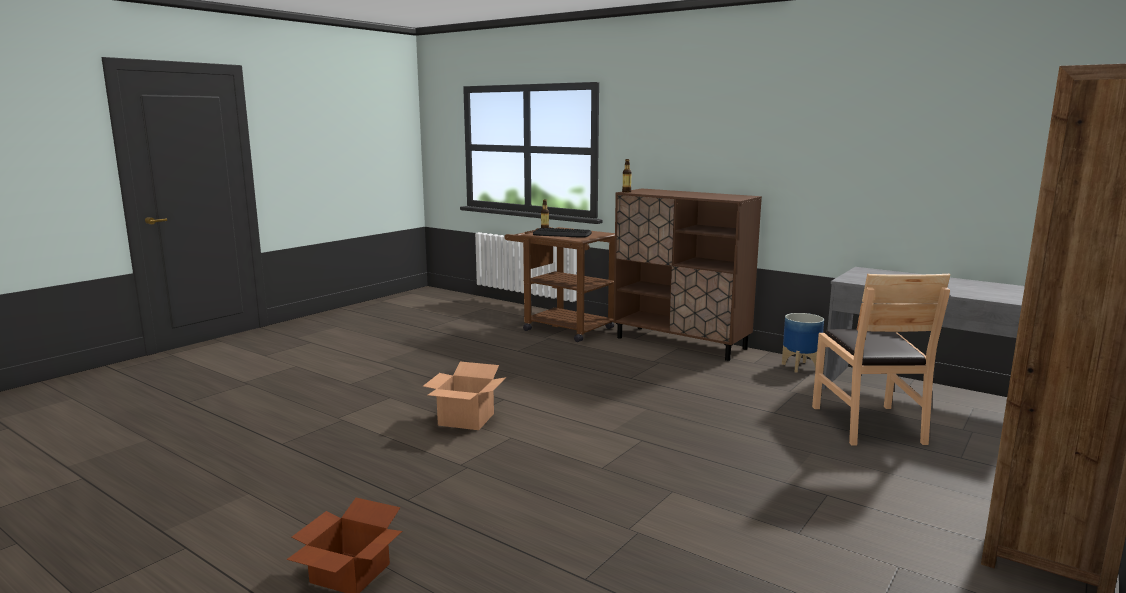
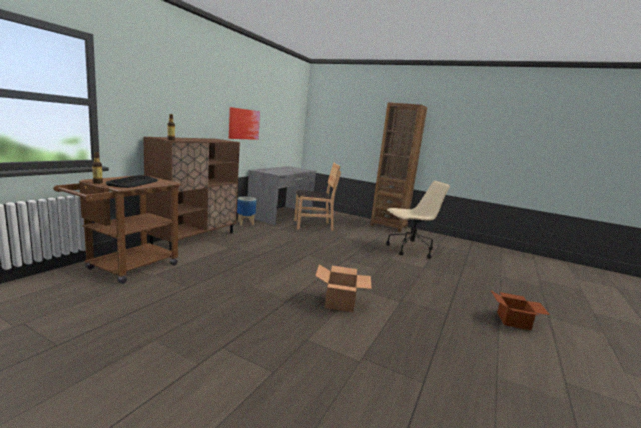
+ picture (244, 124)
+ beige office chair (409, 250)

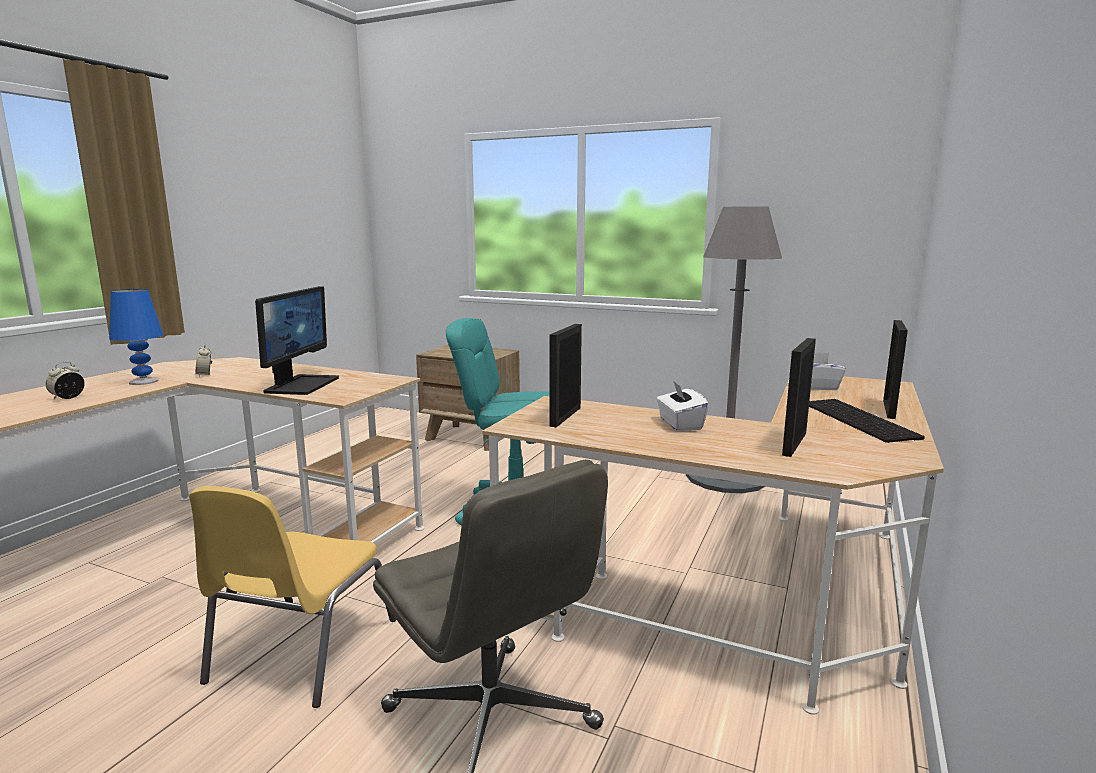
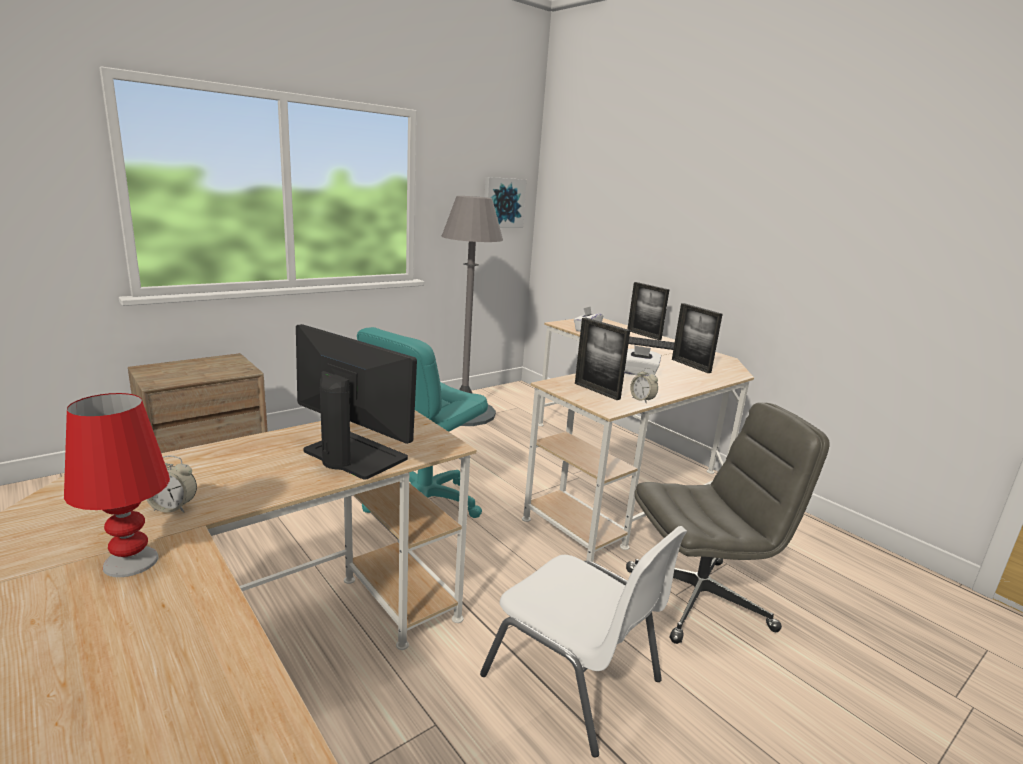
~ blue table lamp (144, 381) to red table lamp (131, 561)
~ yellow chair (301, 651) to white chair (574, 679)
+ picture (503, 203)
~ alarm clock (68, 398) to (642, 400)

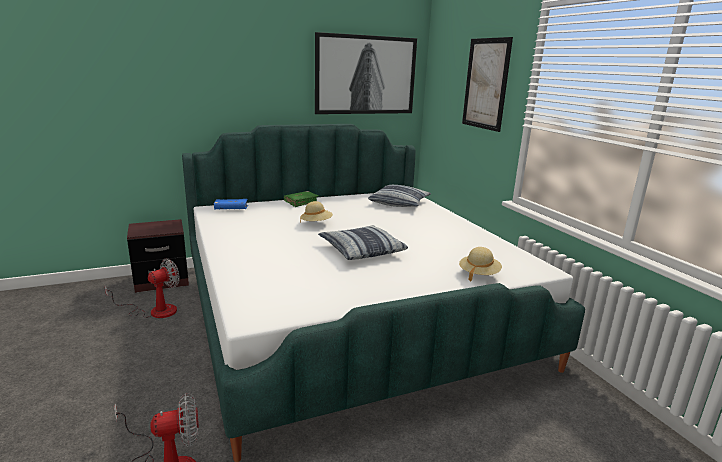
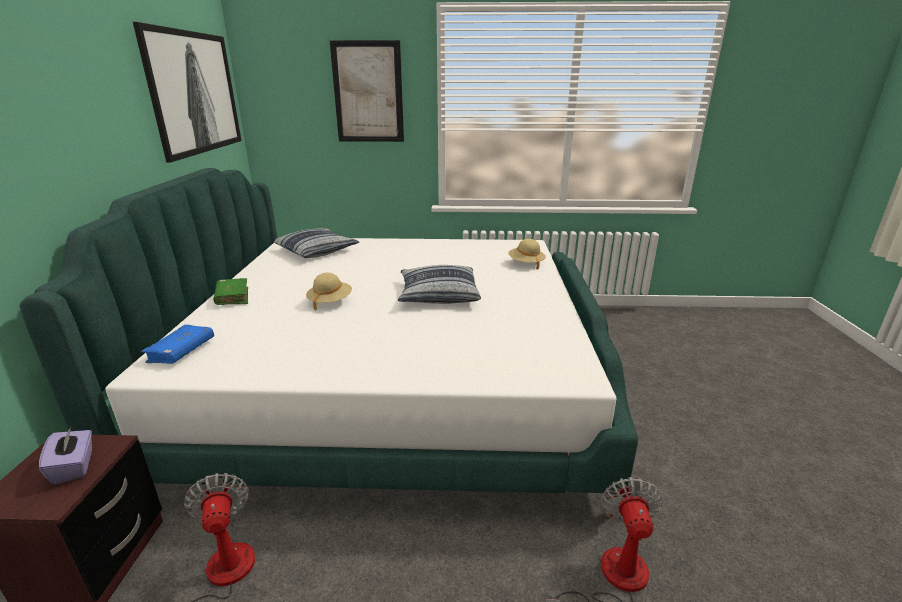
+ purple tissue box (74, 466)

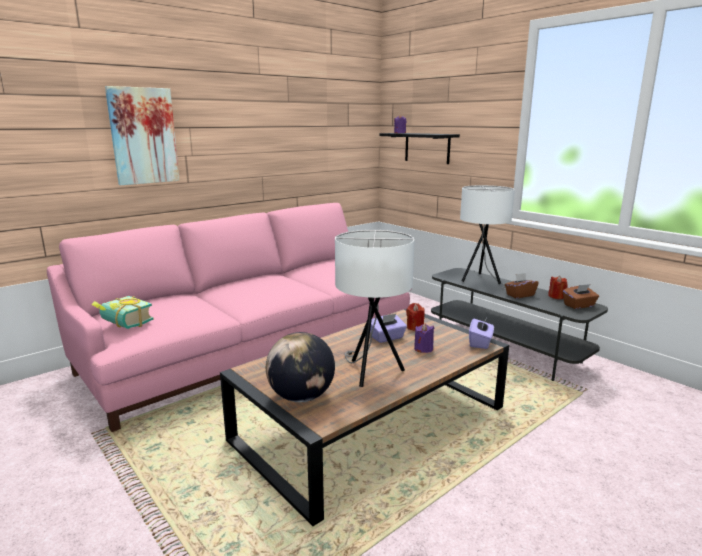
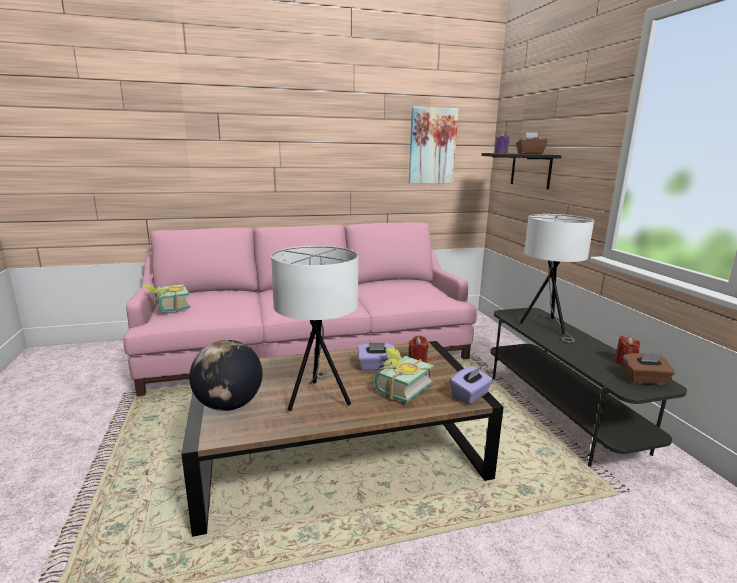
~ purple candle (423, 349) to book (399, 387)
~ picture (143, 136) to (432, 146)
~ brown tissue box (520, 295) to (529, 154)

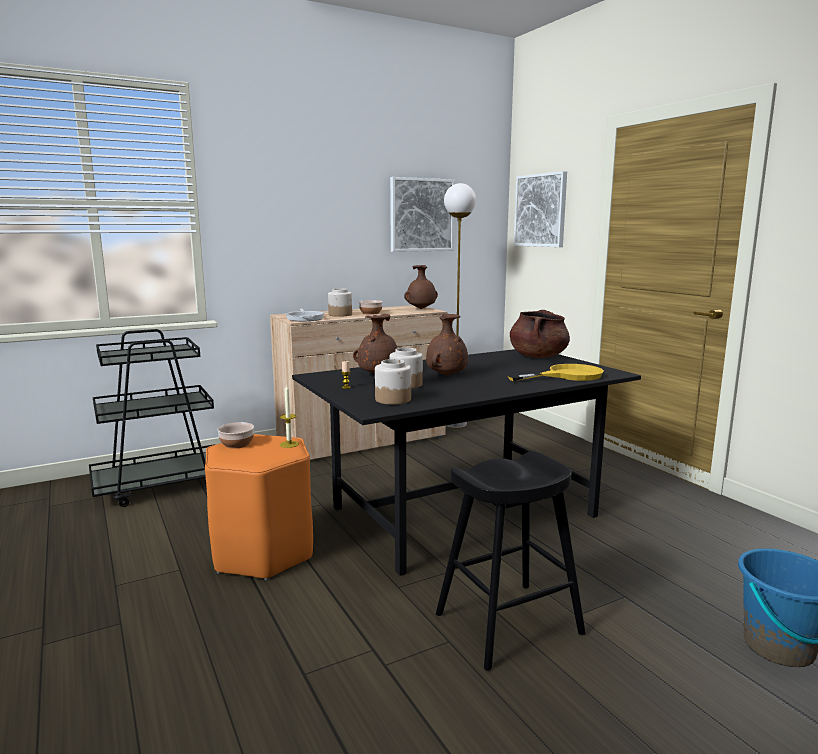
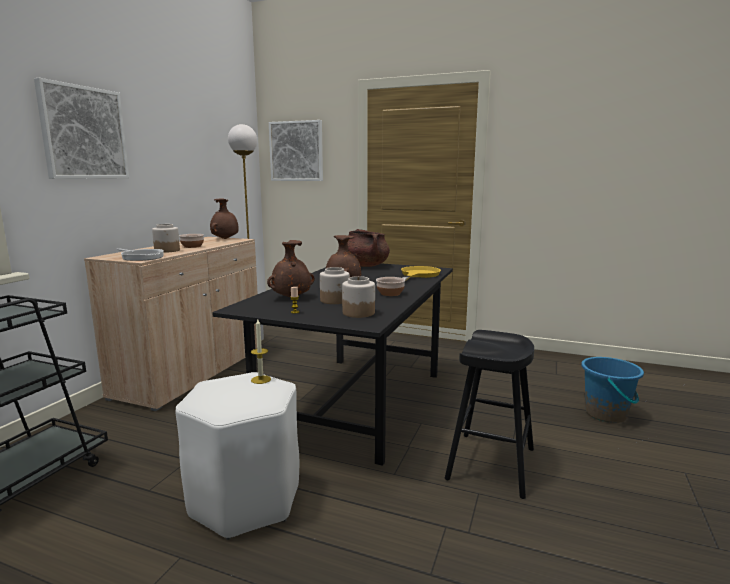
~ picture (421, 215) to (84, 133)
~ orange stool (262, 553) to white stool (245, 500)
~ bowl (236, 444) to (390, 293)

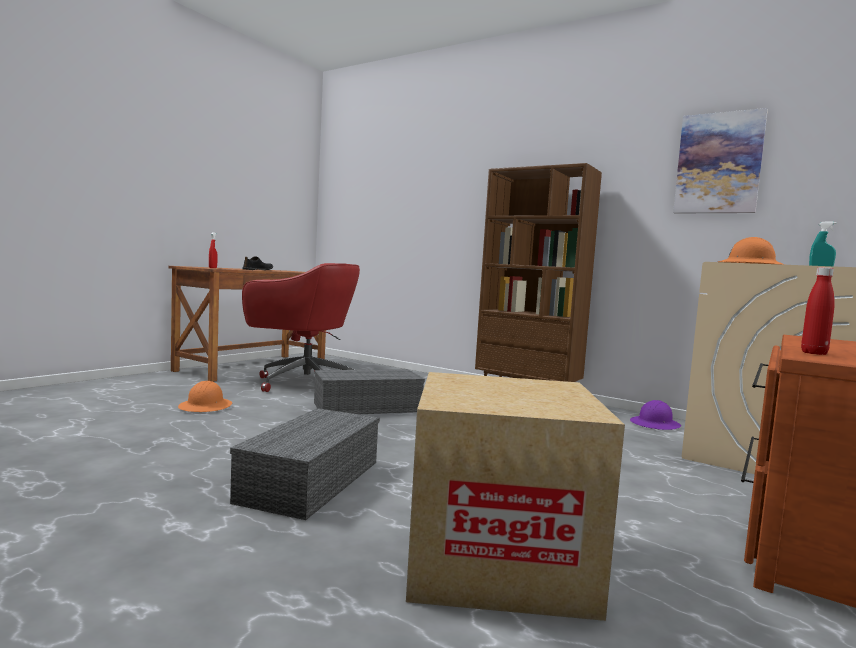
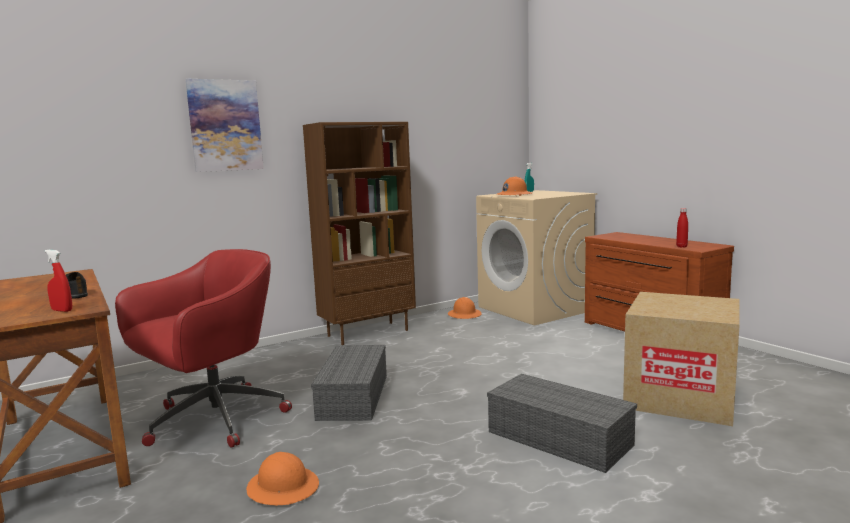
~ picture (718, 163) to (225, 125)
~ purple hard hat (655, 424) to orange hard hat (464, 315)

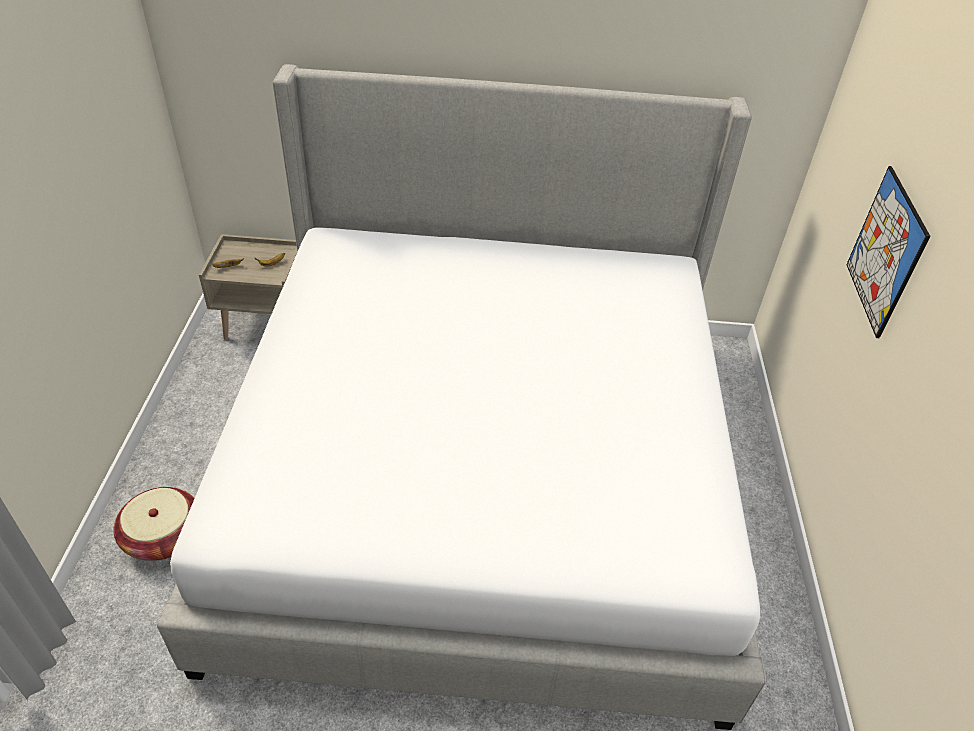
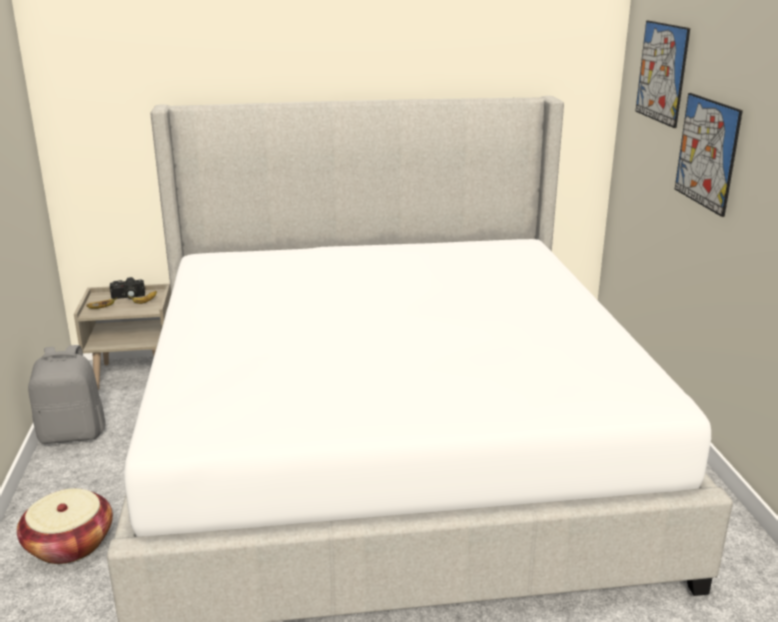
+ grey backpack (73, 434)
+ photo camera (128, 297)
+ picture (662, 72)

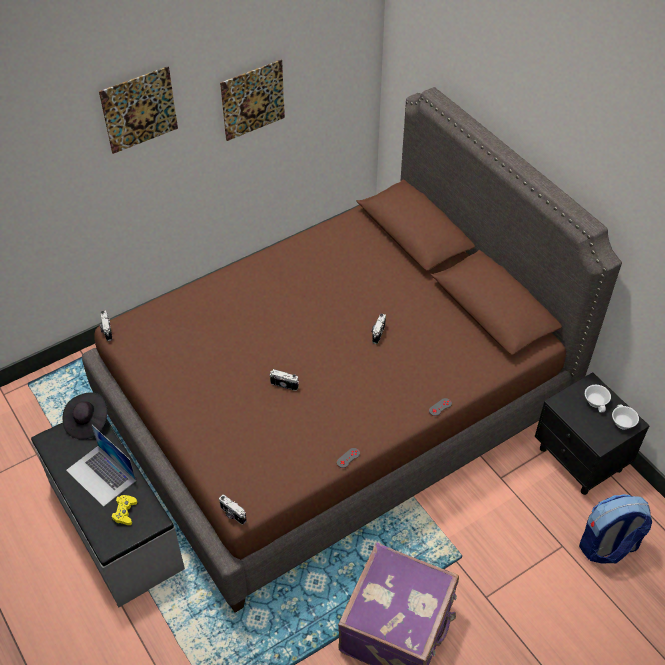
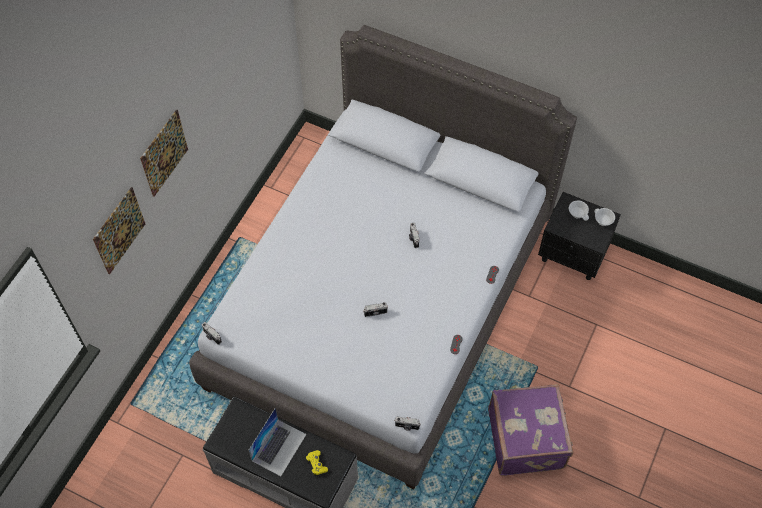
~ picture (253, 100) to (119, 231)
~ brown bed (333, 407) to grey bed (380, 302)
~ laptop (101, 475) = (279, 447) 75 degrees counterclockwise
- black hat (87, 422)
- backpack (607, 547)

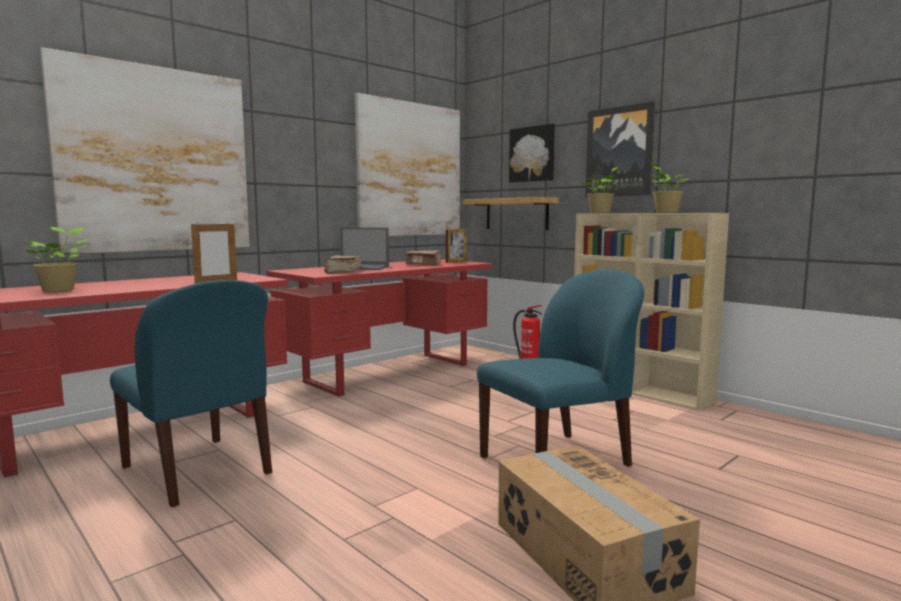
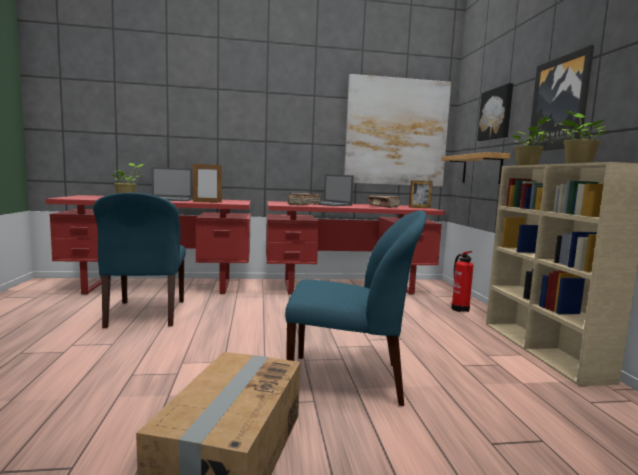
+ laptop (169, 199)
- picture (156, 160)

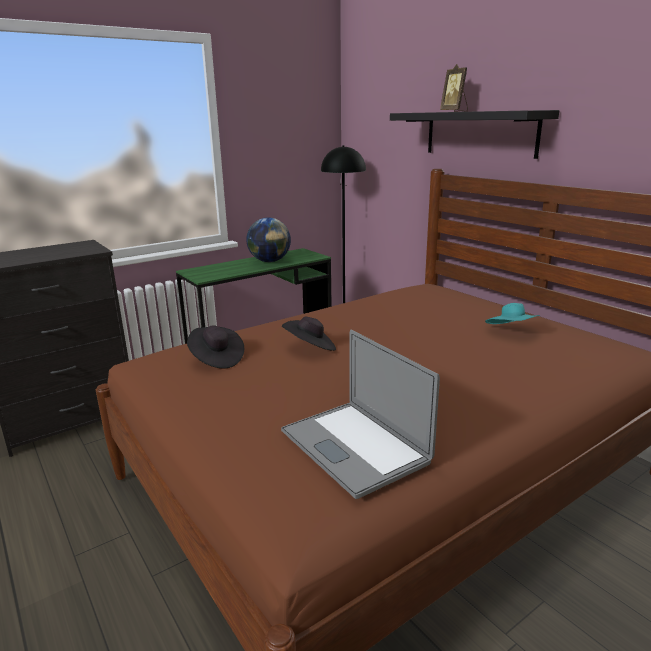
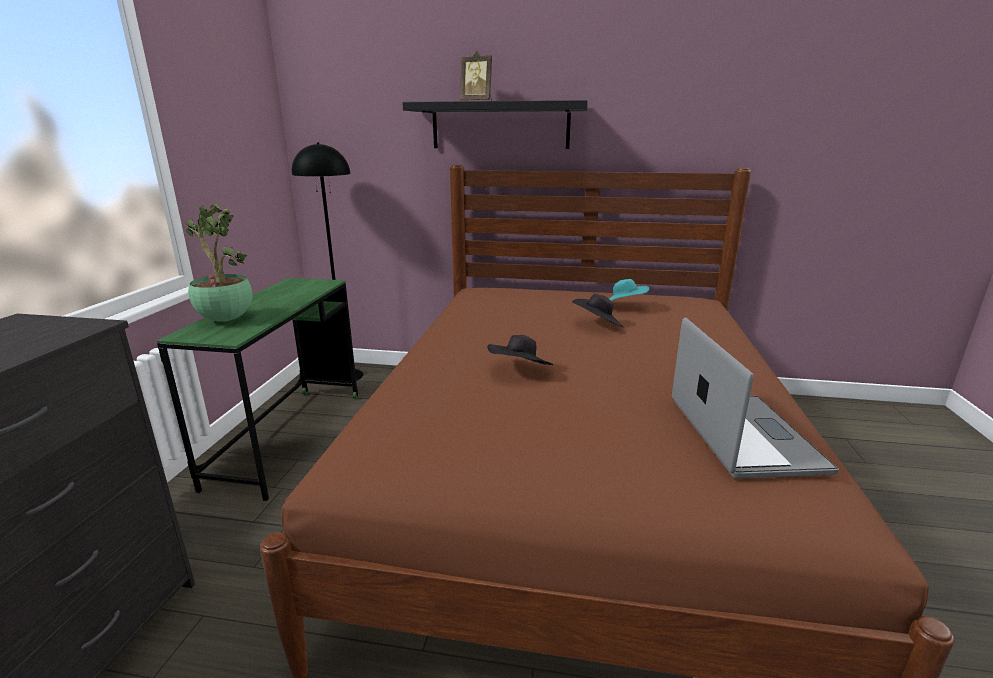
+ potted plant (225, 319)
~ black hat (216, 359) to (598, 325)
~ laptop (354, 446) = (743, 434) 105 degrees counterclockwise
- globe (269, 261)

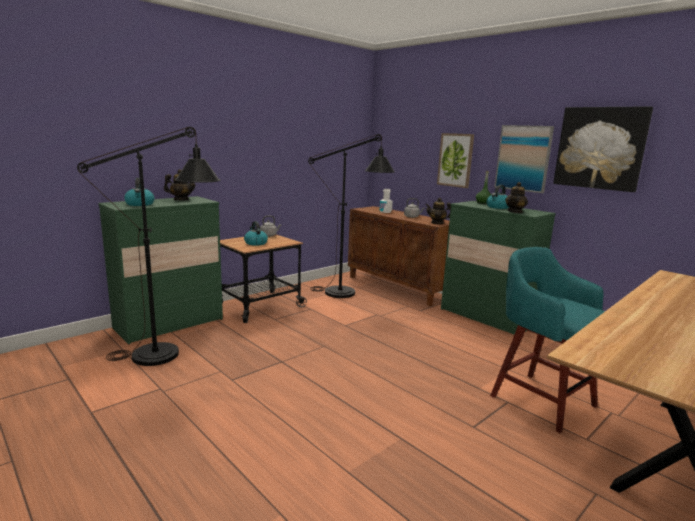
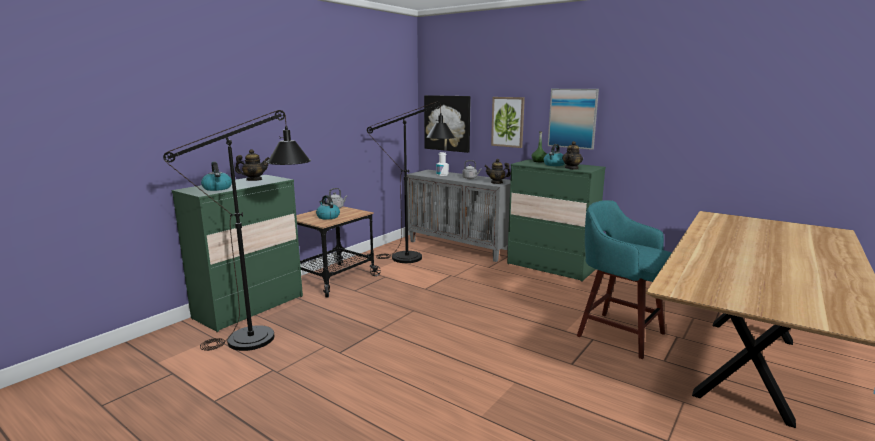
~ brown cabinet (398, 287) to grey cabinet (460, 247)
~ picture (600, 148) to (447, 123)

